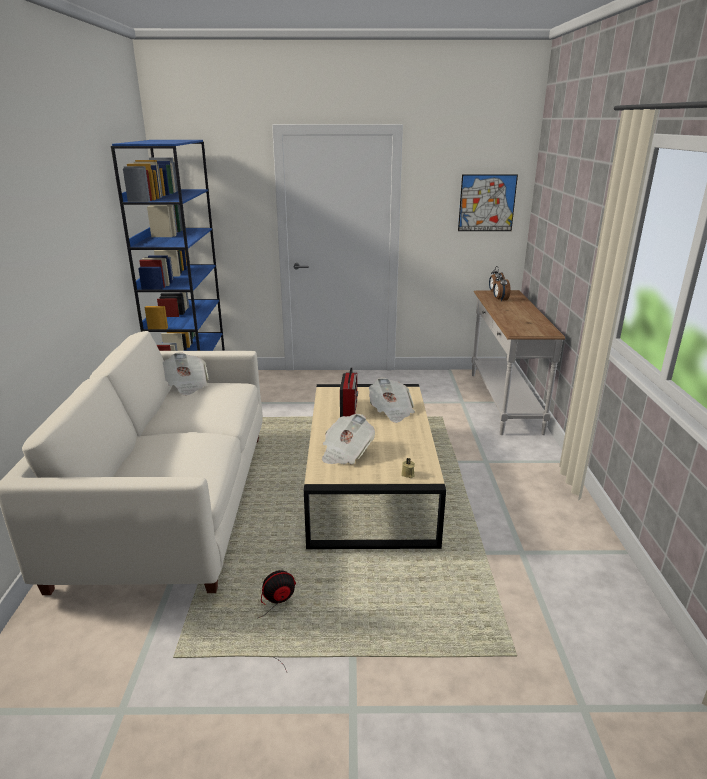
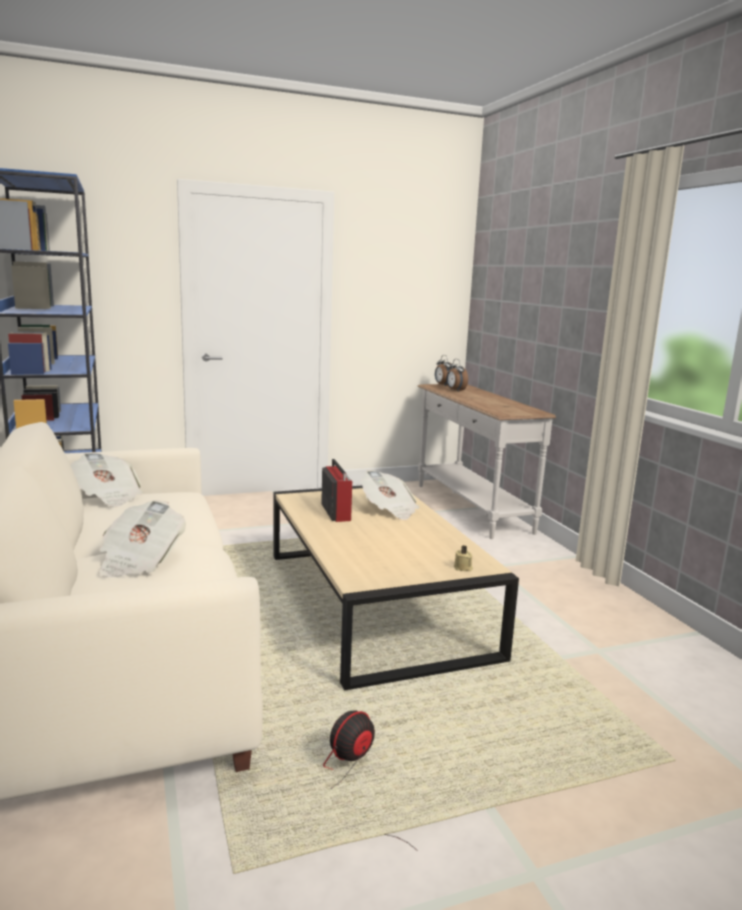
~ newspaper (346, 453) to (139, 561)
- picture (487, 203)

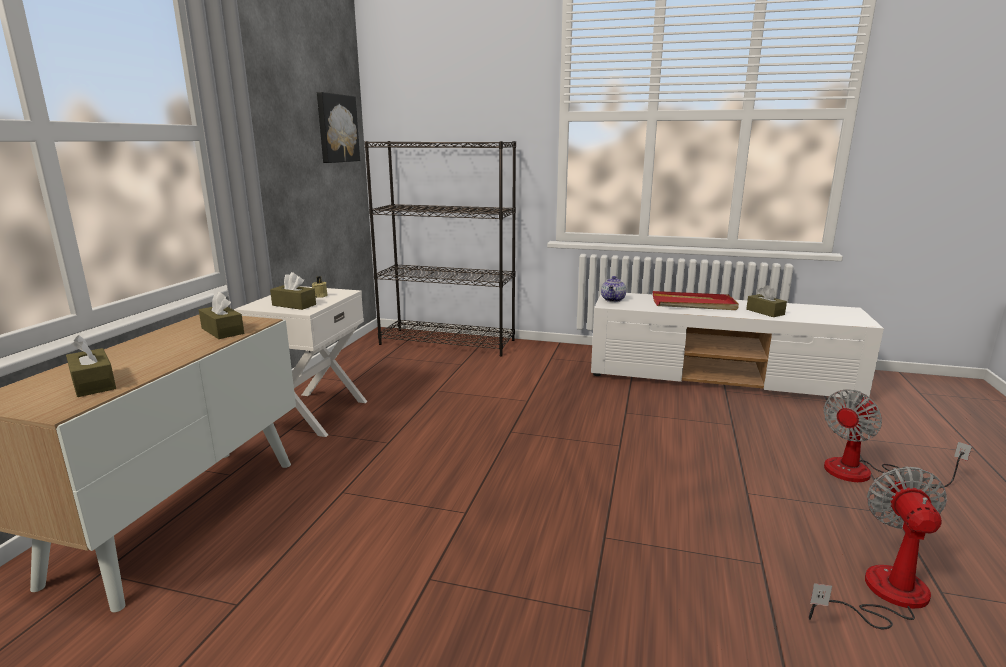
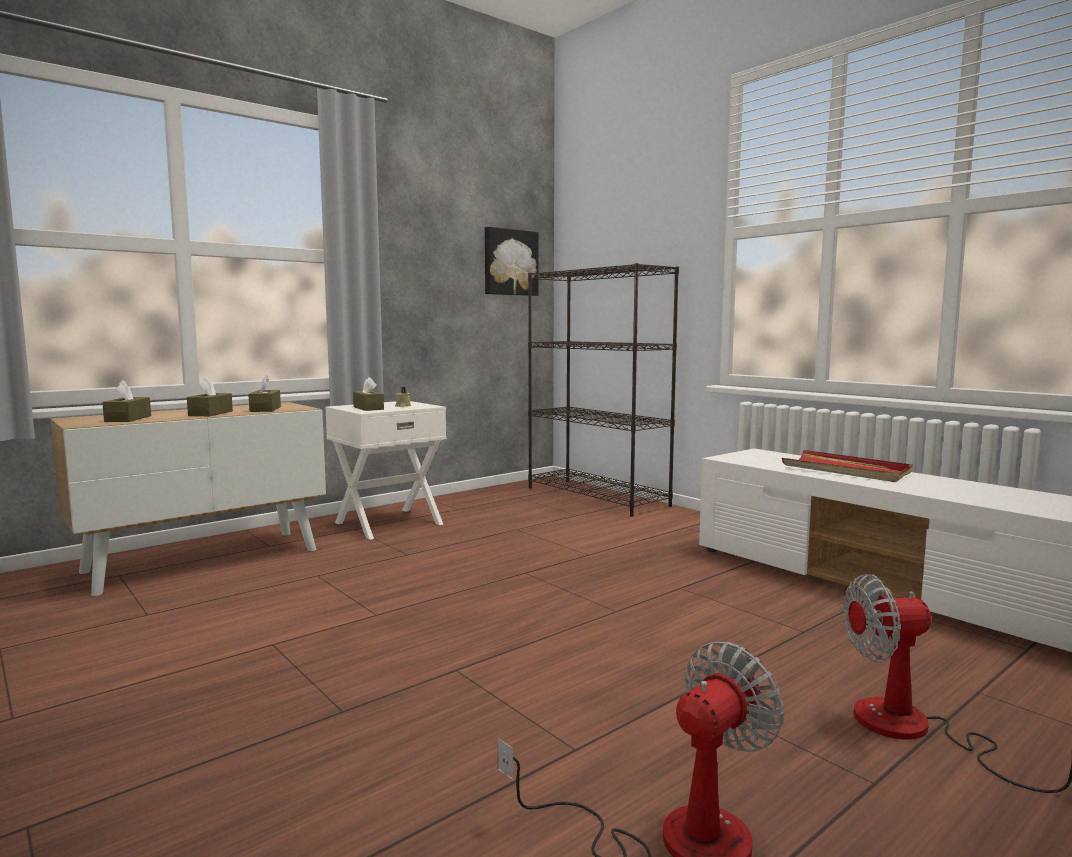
~ brown tissue box (765, 312) to (210, 413)
- teapot (613, 300)

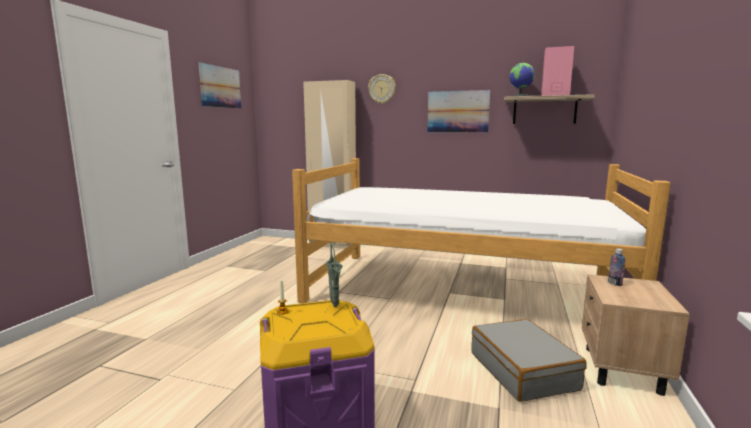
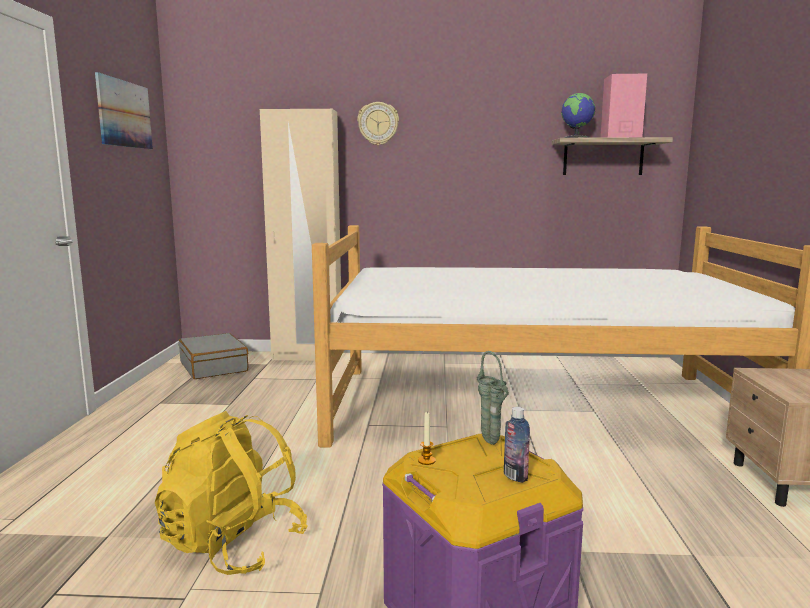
+ yellow backpack (233, 545)
~ grey suitcase (523, 371) to (214, 366)
~ bottle (615, 283) to (515, 476)
- picture (458, 111)

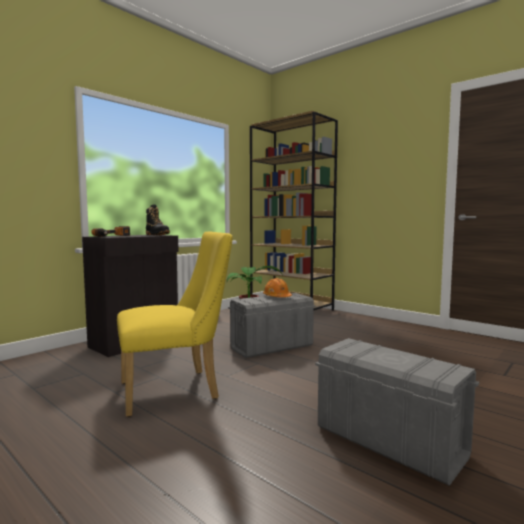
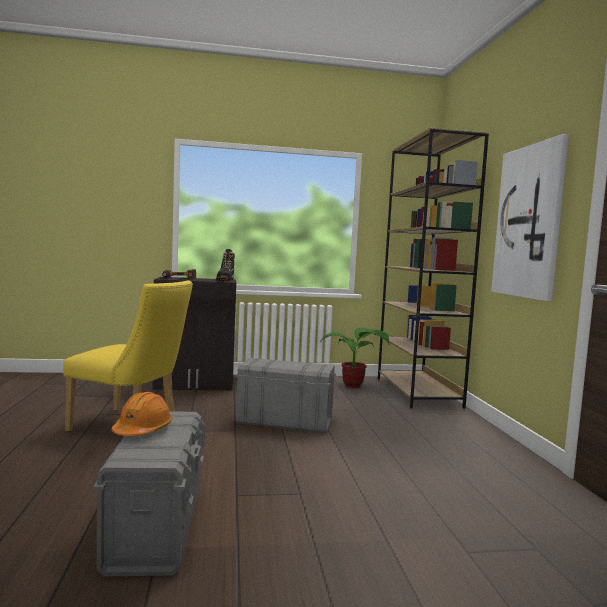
~ orange hard hat (277, 297) to (143, 430)
+ picture (529, 222)

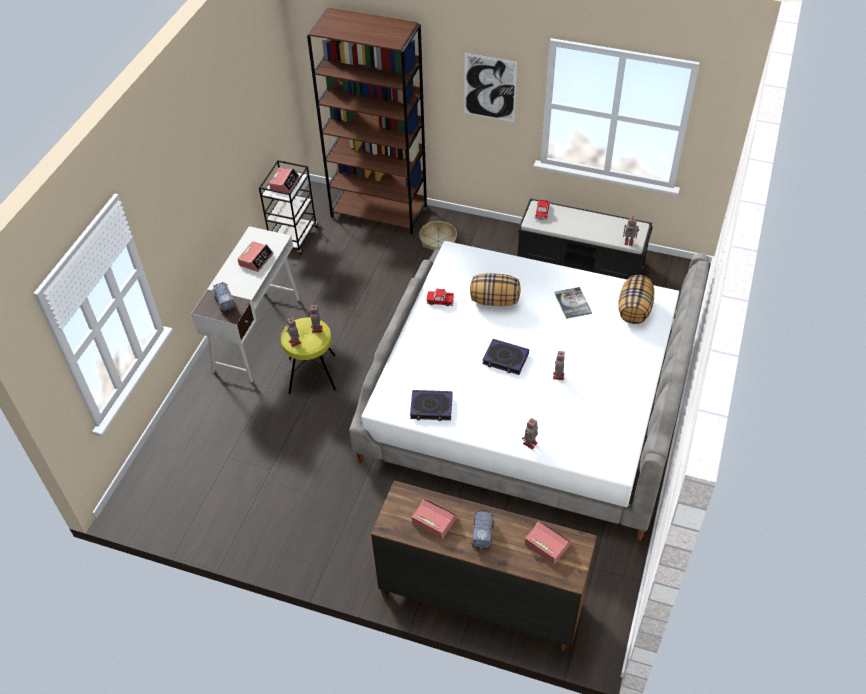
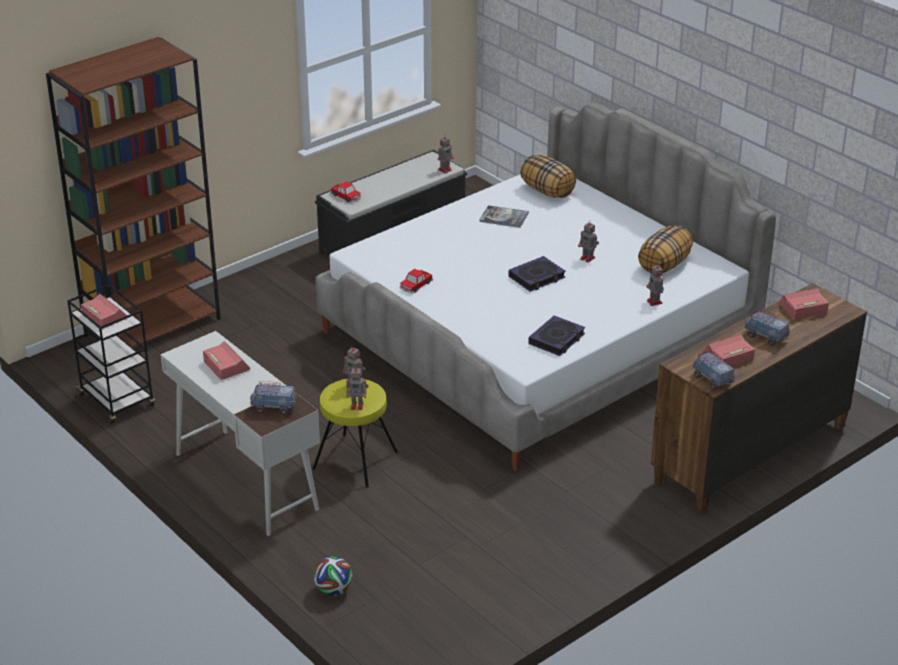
+ football (333, 590)
~ pillow (494, 300) to (664, 265)
+ toy truck (712, 380)
- basket (438, 241)
- picture (490, 88)

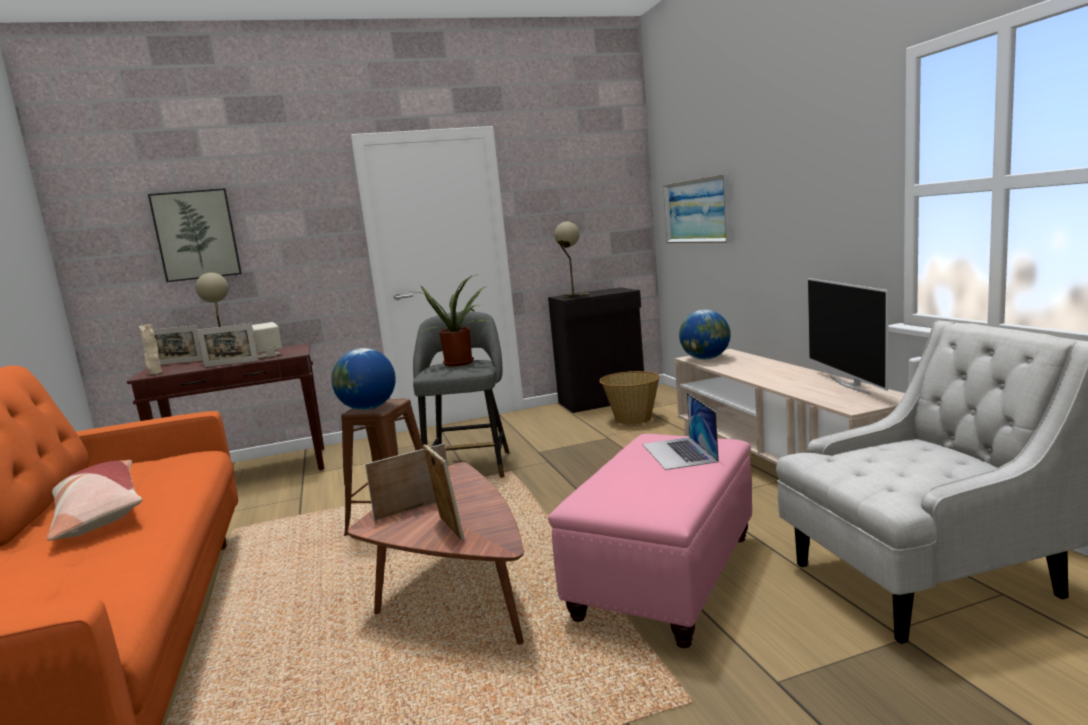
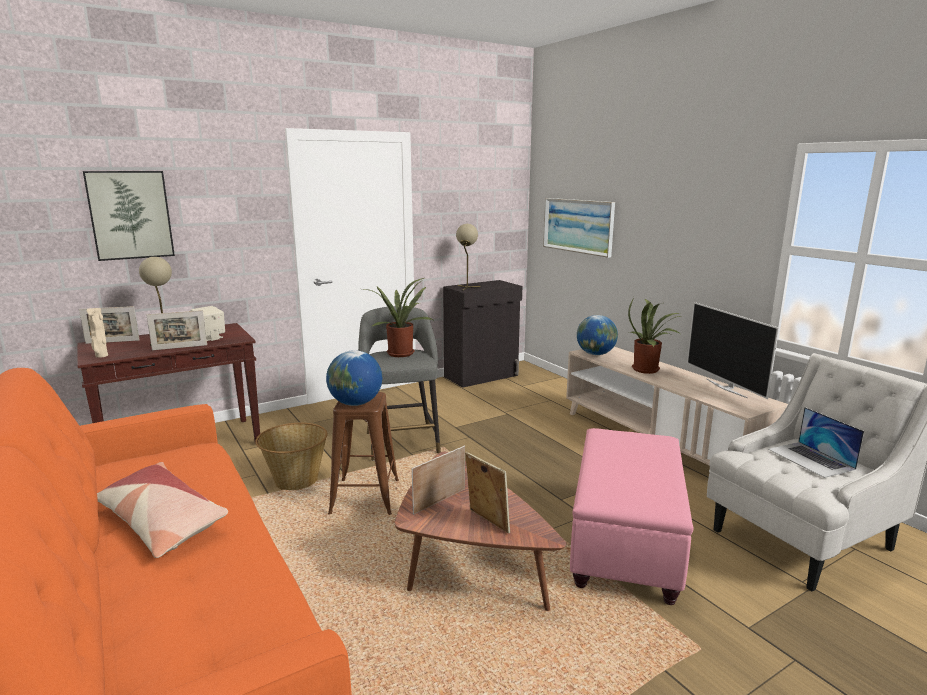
~ basket (632, 419) to (295, 480)
+ potted plant (648, 370)
~ laptop (679, 453) to (811, 459)

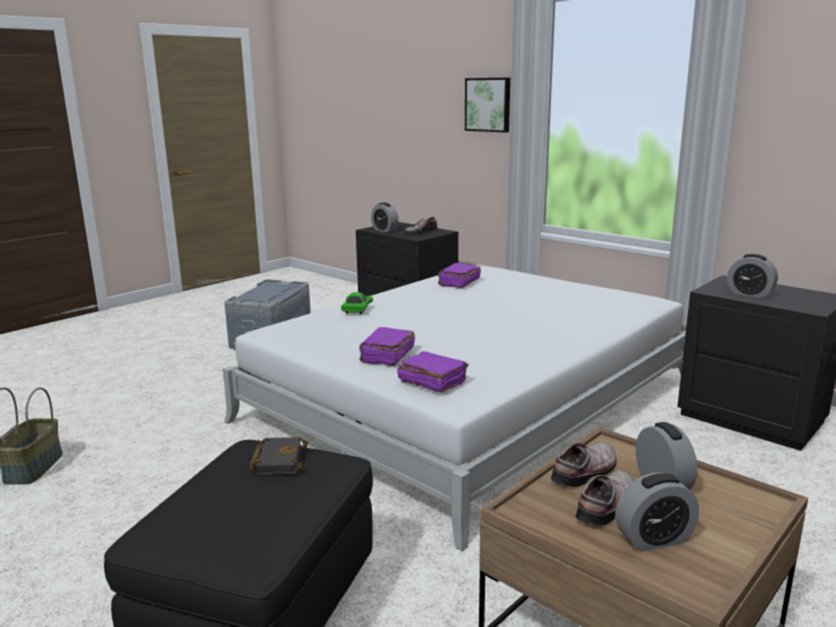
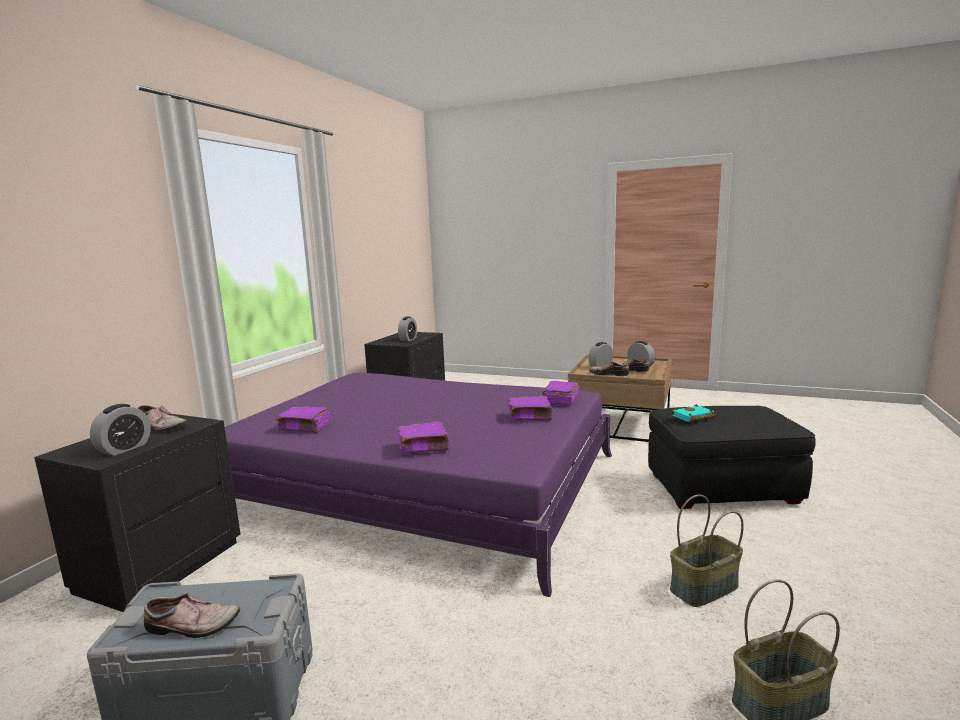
+ shoe (191, 627)
~ white bed (470, 401) to purple bed (422, 483)
~ green toy car (356, 310) to purple book (424, 447)
+ basket (704, 588)
~ black book (277, 460) to turquoise book (693, 417)
- picture (488, 104)

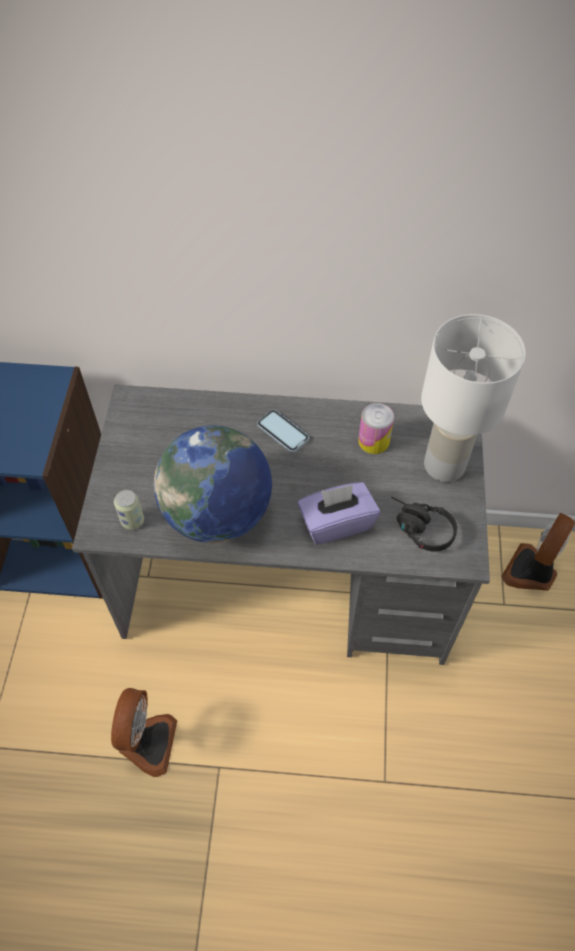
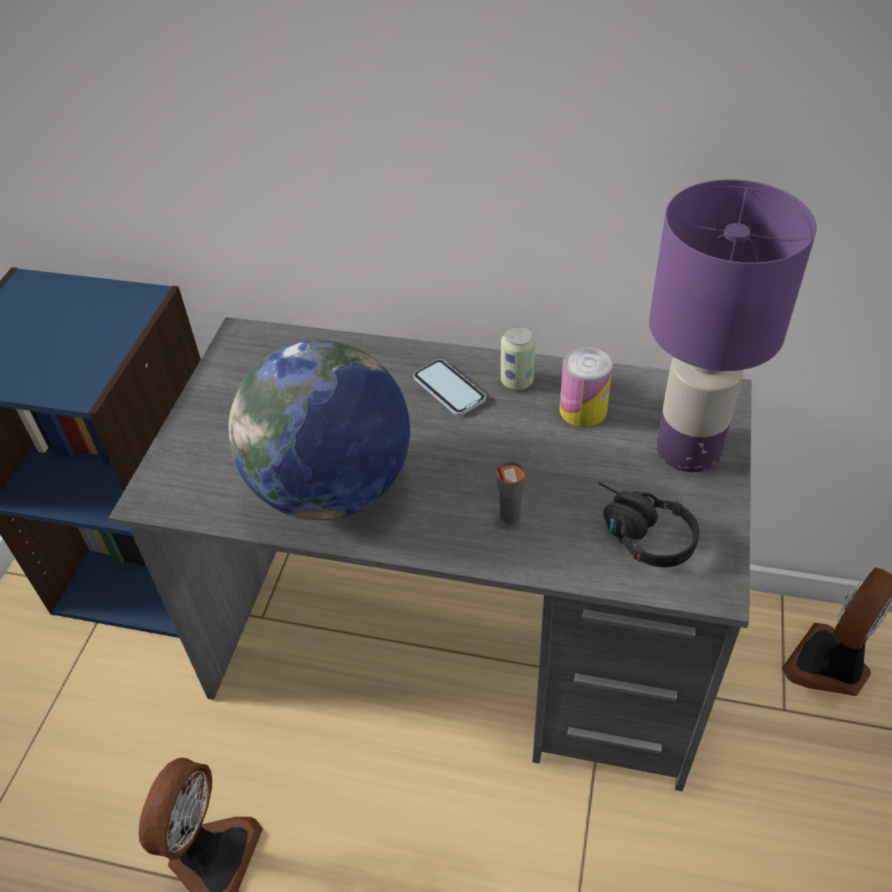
~ purple tissue box (336, 523) to grey cup (509, 515)
~ can (132, 521) to (517, 381)
~ white table lamp (443, 466) to purple table lamp (686, 450)

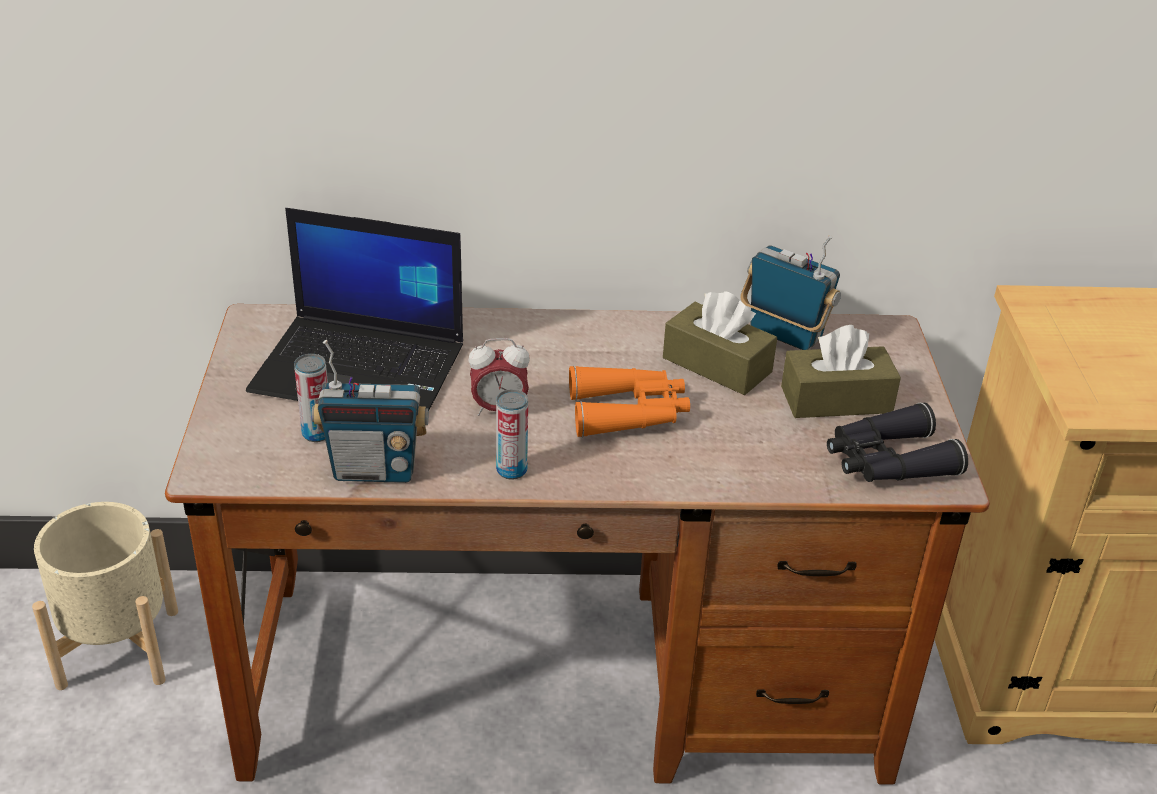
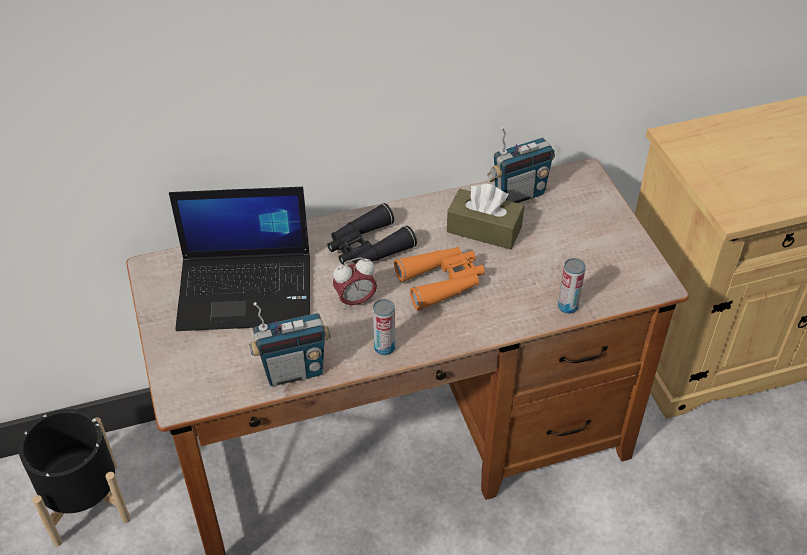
~ beige planter (119, 647) to black planter (86, 502)
~ black binoculars (887, 461) to (368, 247)
~ radio (784, 335) = (518, 194) 135 degrees clockwise
~ can (317, 433) to (567, 306)
- brown tissue box (836, 399)

